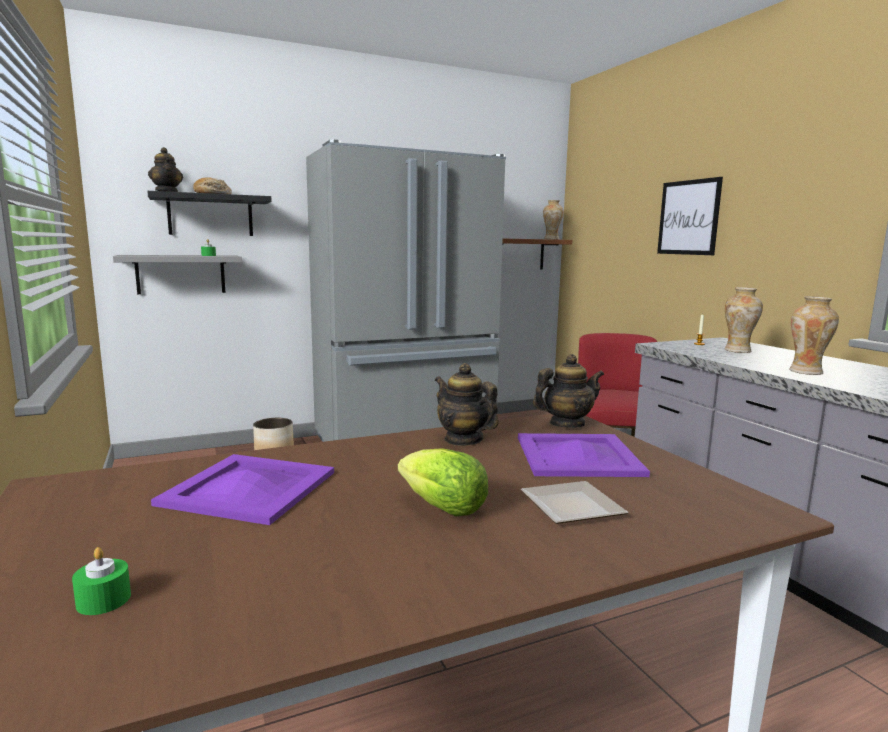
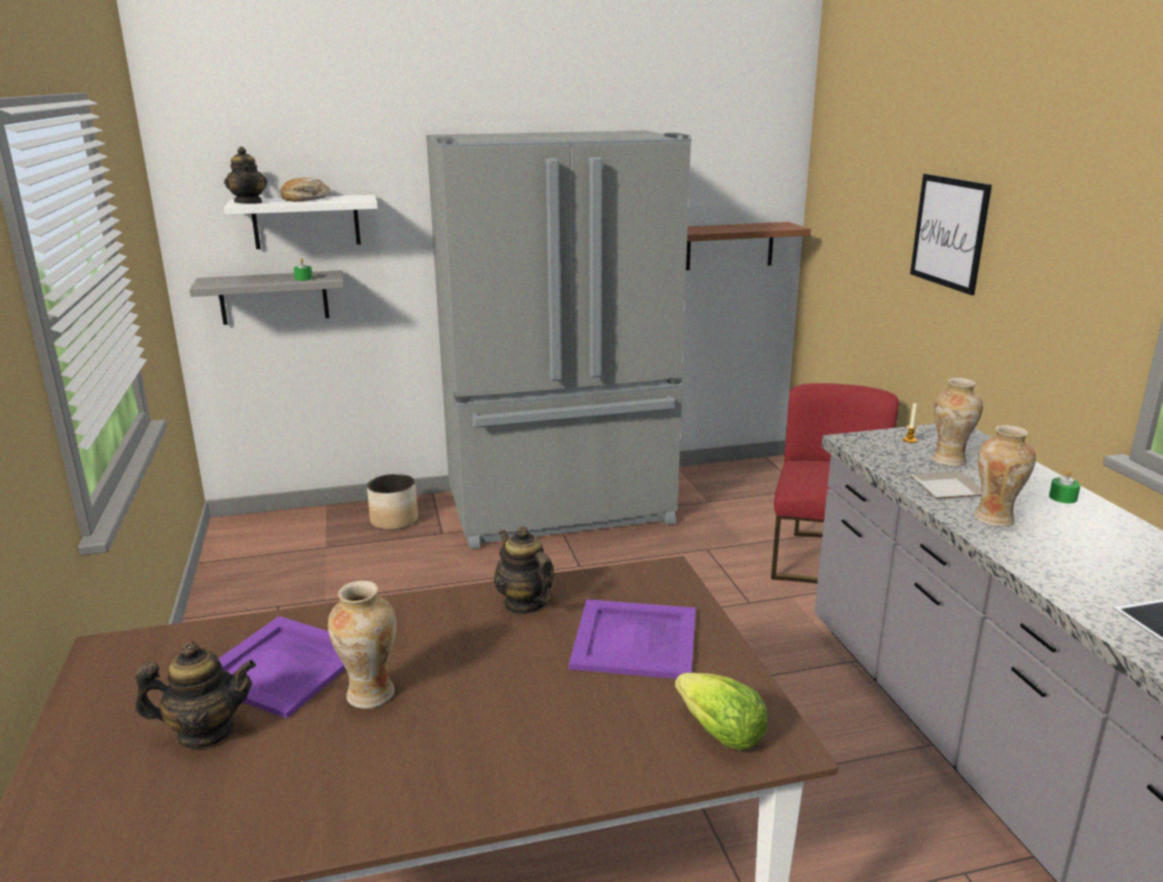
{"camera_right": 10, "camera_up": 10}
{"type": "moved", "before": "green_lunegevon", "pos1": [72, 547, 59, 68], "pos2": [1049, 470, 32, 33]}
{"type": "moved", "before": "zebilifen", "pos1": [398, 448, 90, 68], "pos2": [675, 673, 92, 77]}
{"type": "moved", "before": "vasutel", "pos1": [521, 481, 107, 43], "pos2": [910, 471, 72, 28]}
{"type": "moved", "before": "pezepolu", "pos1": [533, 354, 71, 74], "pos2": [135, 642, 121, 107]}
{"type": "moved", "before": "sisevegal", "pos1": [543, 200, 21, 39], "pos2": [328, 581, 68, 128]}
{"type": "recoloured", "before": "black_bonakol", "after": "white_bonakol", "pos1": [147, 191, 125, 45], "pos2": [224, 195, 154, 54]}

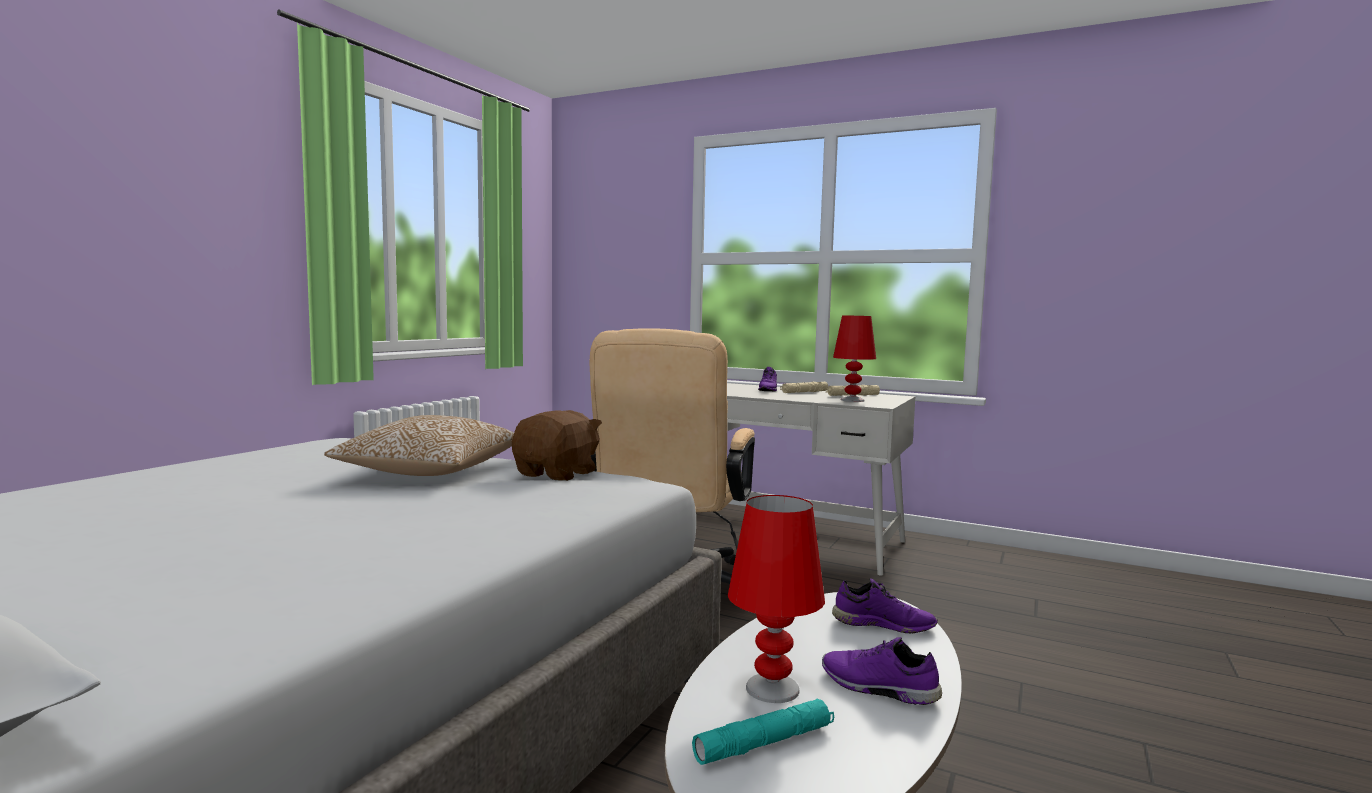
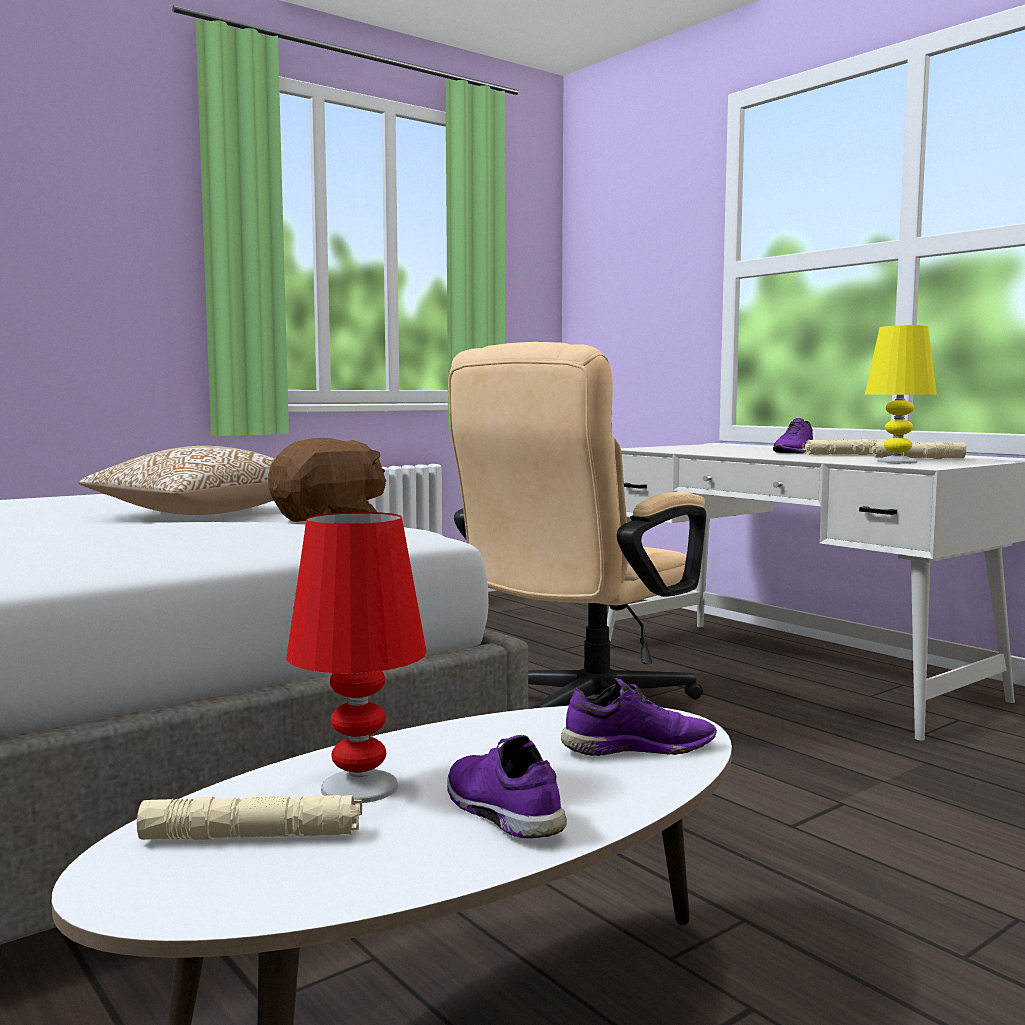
{"camera_right": 25, "camera_up": 0}
{"type": "recoloured", "before": "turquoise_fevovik", "after": "beige_fevovik", "pos1": [692, 698, 142, 67], "pos2": [137, 795, 225, 45]}
{"type": "recoloured", "before": "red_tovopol", "after": "yellow_tovopol", "pos1": [833, 315, 43, 87], "pos2": [865, 325, 72, 138]}
{"type": "turned", "before": "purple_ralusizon", "pos1": [832, 578, 106, 55], "pos2": [561, 678, 156, 78], "turn": -45}

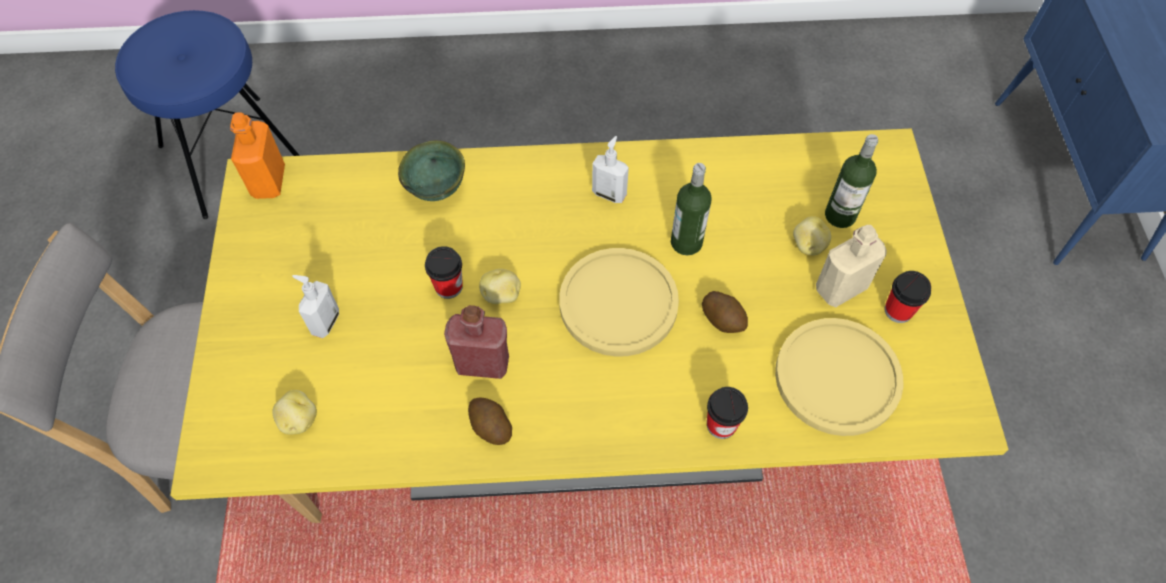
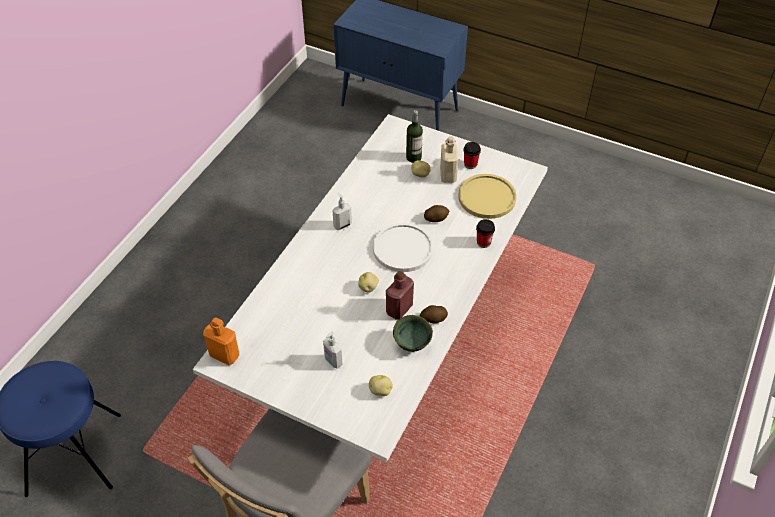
{"camera_right": -60, "camera_up": -10}
{"type": "removed", "before": "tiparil", "pos1": [425, 246, 38, 53]}
{"type": "removed", "before": "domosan", "pos1": [671, 163, 41, 92]}
{"type": "moved", "before": "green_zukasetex", "pos1": [398, 140, 67, 61], "pos2": [393, 315, 40, 37]}
{"type": "recoloured", "before": "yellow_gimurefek", "after": "white_gimurefek", "pos1": [170, 129, 839, 372], "pos2": [193, 114, 355, 348]}
{"type": "recoloured", "before": "yellow_vasutel", "after": "white_vasutel", "pos1": [559, 248, 120, 109], "pos2": [373, 223, 61, 49]}

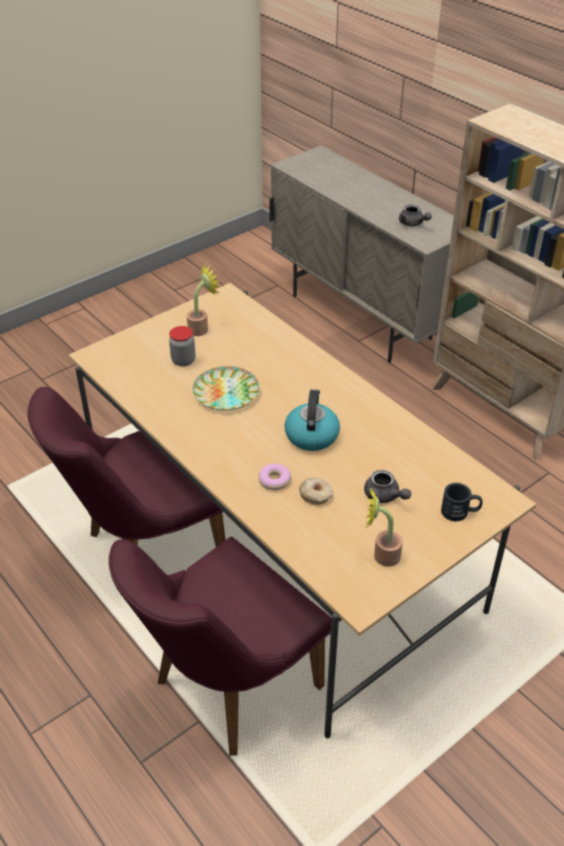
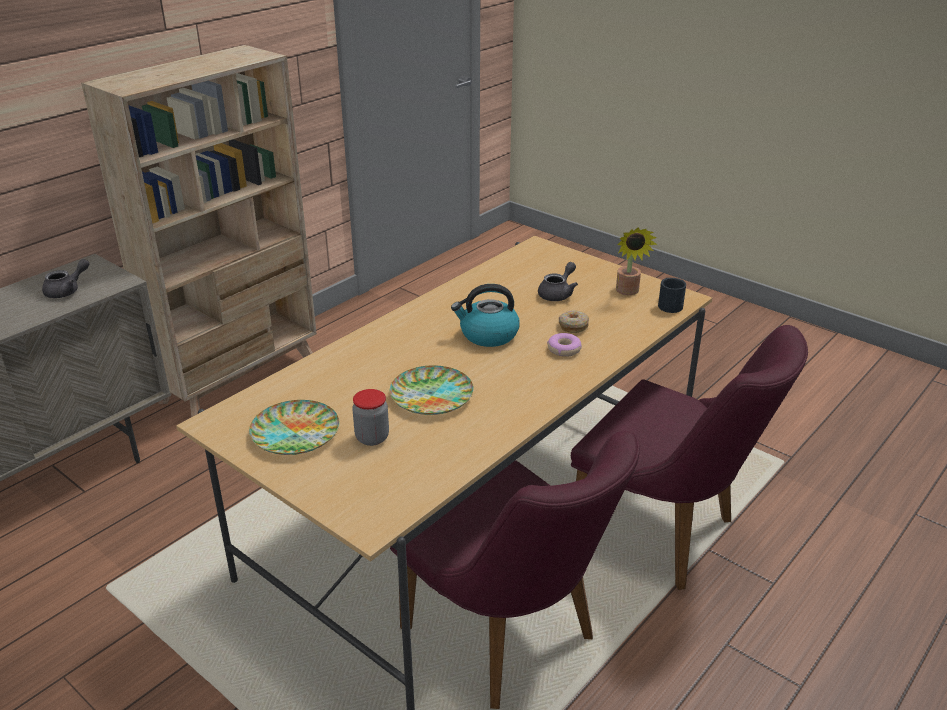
{"camera_right": -100, "camera_up": -10}
{"type": "moved", "before": "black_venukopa", "pos1": [441, 483, 42, 38], "pos2": [658, 278, 28, 35]}
{"type": "replaced", "before": "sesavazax", "after": "vasutel", "pos1": [187, 264, 33, 72], "pos2": [249, 400, 90, 55]}

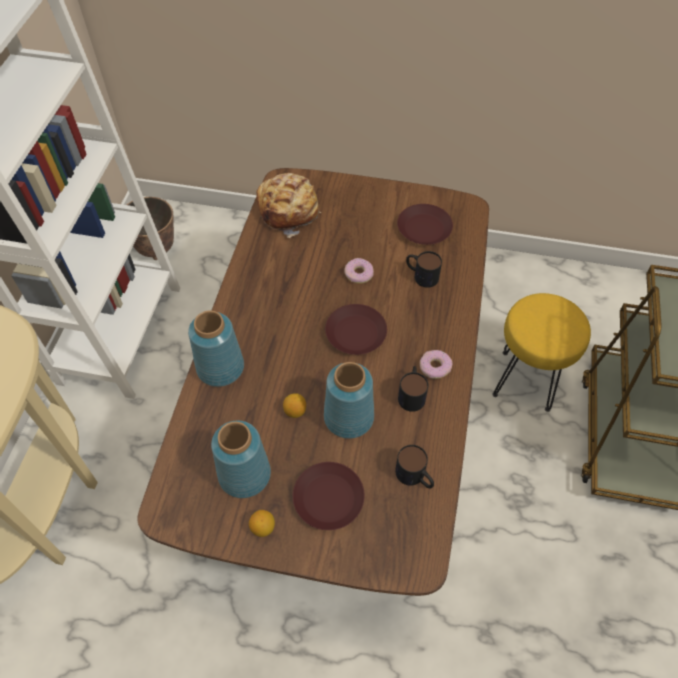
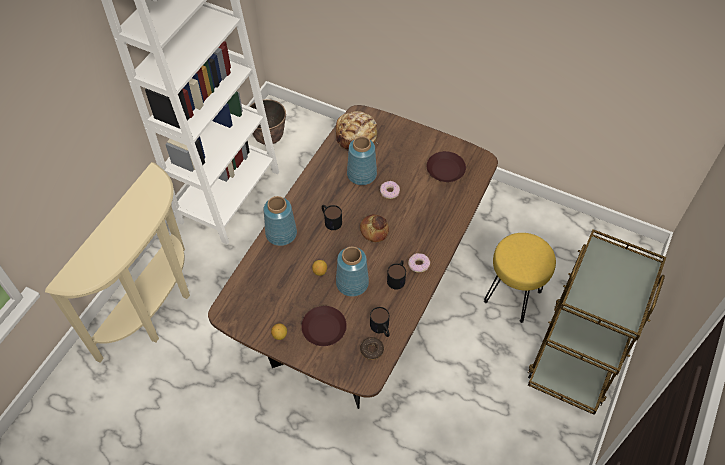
{"camera_right": 15, "camera_up": 0}
{"type": "added", "after": "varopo", "pos2": [360, 337, 24, 23]}
{"type": "moved", "before": "blue_sisevegal", "pos1": [211, 421, 60, 77], "pos2": [347, 136, 30, 49]}
{"type": "moved", "before": "venukopa", "pos1": [406, 251, 36, 37], "pos2": [322, 205, 20, 25]}
{"type": "replaced", "before": "brown_vasutel", "after": "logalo", "pos1": [325, 304, 62, 51], "pos2": [360, 214, 29, 28]}

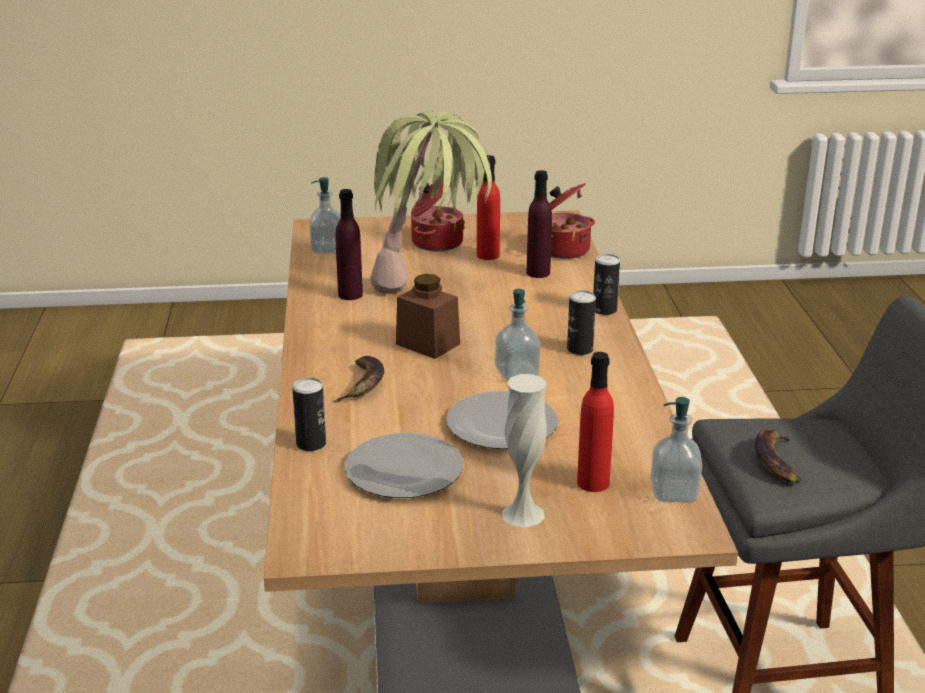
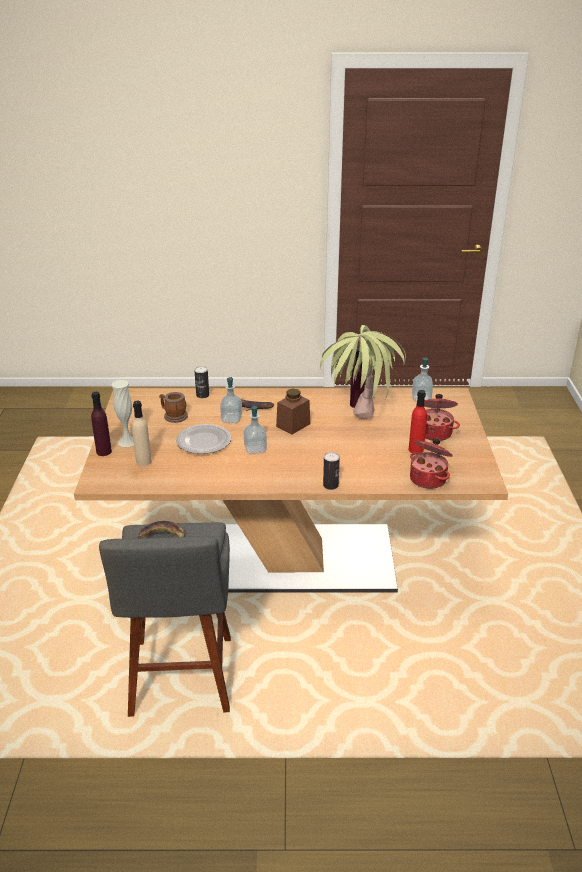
{"camera_right": 95, "camera_up": 5}
{"type": "removed", "before": "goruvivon", "pos1": [567, 290, 29, 65]}
{"type": "moved", "before": "purple_domosan", "pos1": [526, 170, 26, 108], "pos2": [91, 392, 21, 64]}
{"type": "moved", "before": "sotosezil", "pos1": [651, 397, 51, 105], "pos2": [220, 377, 22, 46]}
{"type": "replaced", "before": "vasutel", "after": "venukopa", "pos1": [345, 433, 118, 65], "pos2": [159, 392, 29, 31]}
{"type": "recoloured", "before": "red_domosan", "after": "beige_domosan", "pos1": [577, 352, 37, 140], "pos2": [132, 401, 20, 65]}

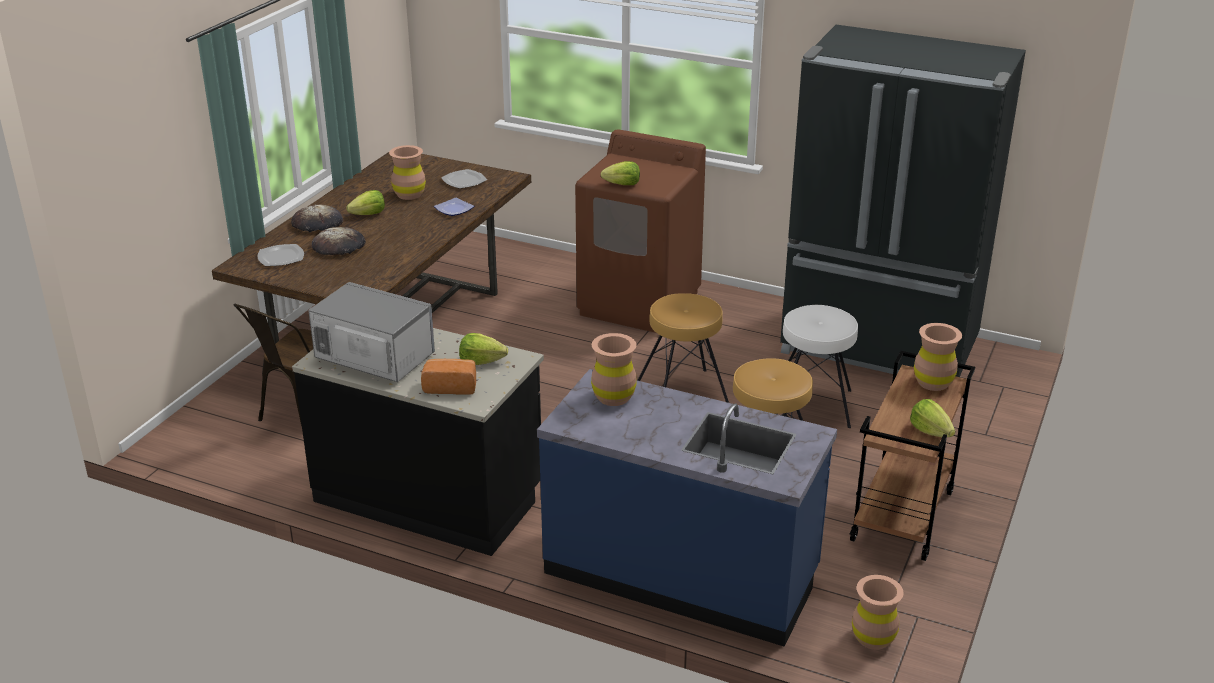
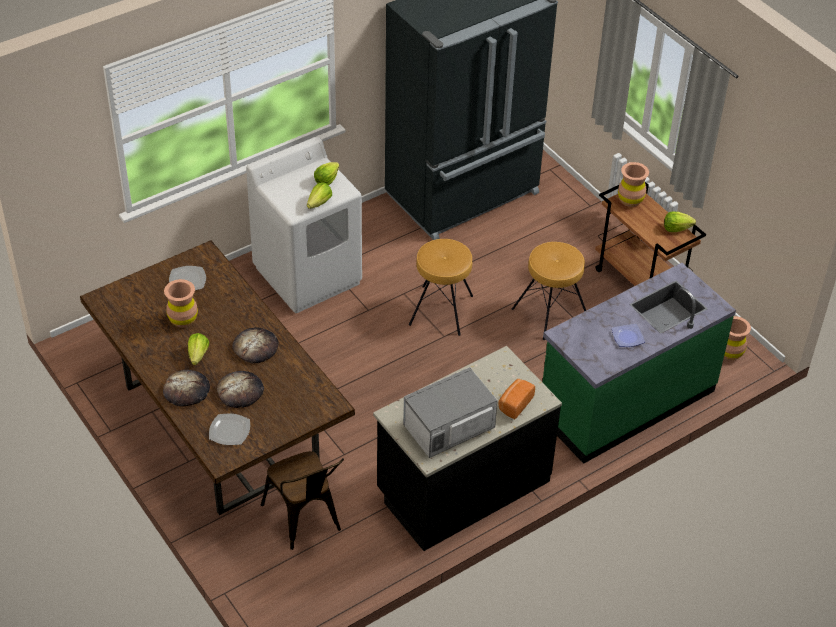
{"camera_right": -60, "camera_up": 15}
{"type": "removed", "before": "brown_sisevegal", "pos1": [591, 333, 46, 73]}
{"type": "removed", "before": "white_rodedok", "pos1": [777, 305, 81, 123]}
{"type": "added", "after": "logalo", "pos2": [232, 327, 46, 37]}
{"type": "moved", "before": "vasutel", "pos1": [434, 197, 40, 19], "pos2": [612, 324, 33, 23]}
{"type": "moved", "before": "zebilifen", "pos1": [459, 333, 49, 32], "pos2": [314, 162, 26, 23]}
{"type": "recoloured", "before": "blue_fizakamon", "after": "green_fizakamon", "pos1": [537, 369, 300, 278], "pos2": [542, 263, 194, 201]}
{"type": "recoloured", "before": "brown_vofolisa", "after": "white_vofolisa", "pos1": [575, 129, 131, 204], "pos2": [246, 137, 116, 176]}

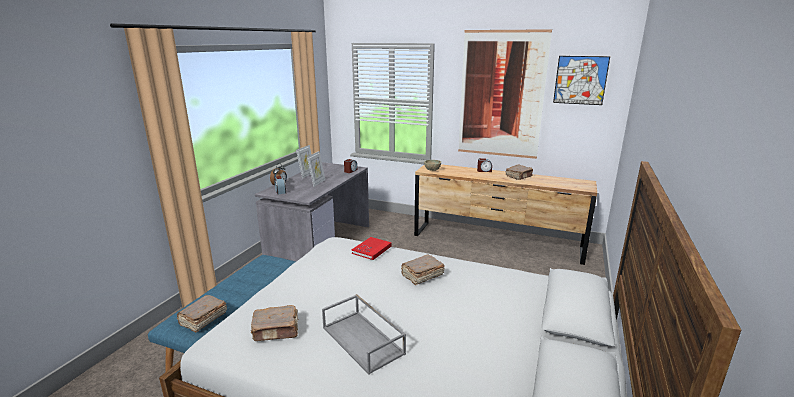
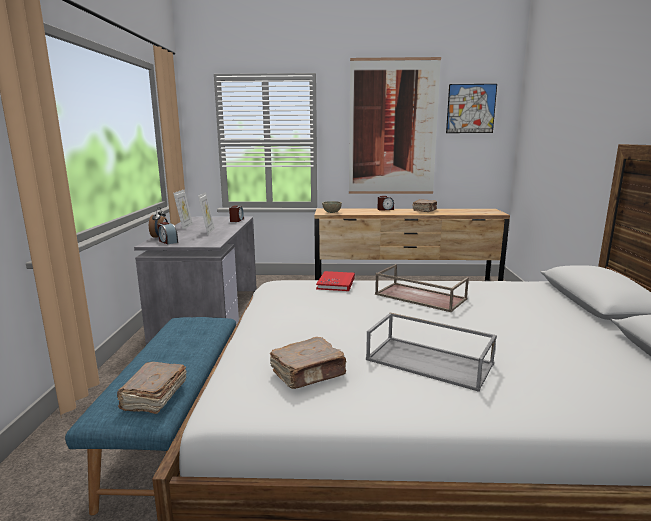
{"camera_right": -20, "camera_up": -5}
{"type": "replaced", "before": "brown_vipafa", "after": "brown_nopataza", "pos1": [401, 254, 43, 31], "pos2": [375, 264, 94, 48]}

